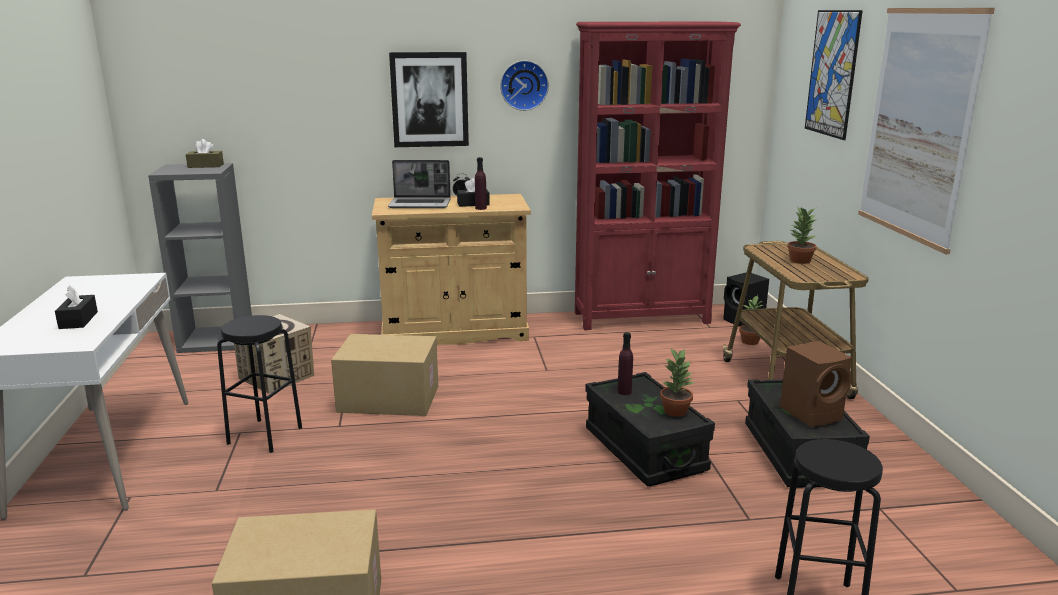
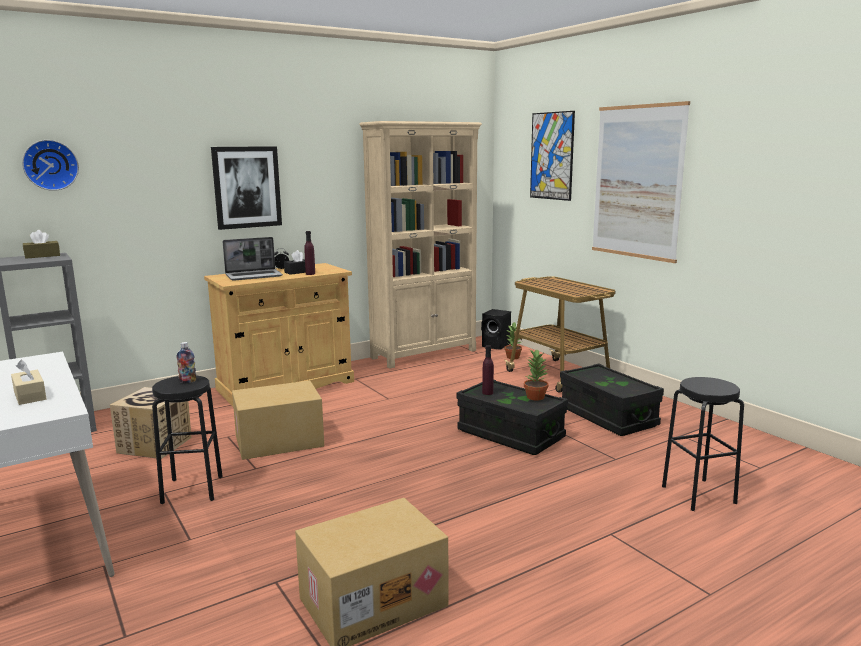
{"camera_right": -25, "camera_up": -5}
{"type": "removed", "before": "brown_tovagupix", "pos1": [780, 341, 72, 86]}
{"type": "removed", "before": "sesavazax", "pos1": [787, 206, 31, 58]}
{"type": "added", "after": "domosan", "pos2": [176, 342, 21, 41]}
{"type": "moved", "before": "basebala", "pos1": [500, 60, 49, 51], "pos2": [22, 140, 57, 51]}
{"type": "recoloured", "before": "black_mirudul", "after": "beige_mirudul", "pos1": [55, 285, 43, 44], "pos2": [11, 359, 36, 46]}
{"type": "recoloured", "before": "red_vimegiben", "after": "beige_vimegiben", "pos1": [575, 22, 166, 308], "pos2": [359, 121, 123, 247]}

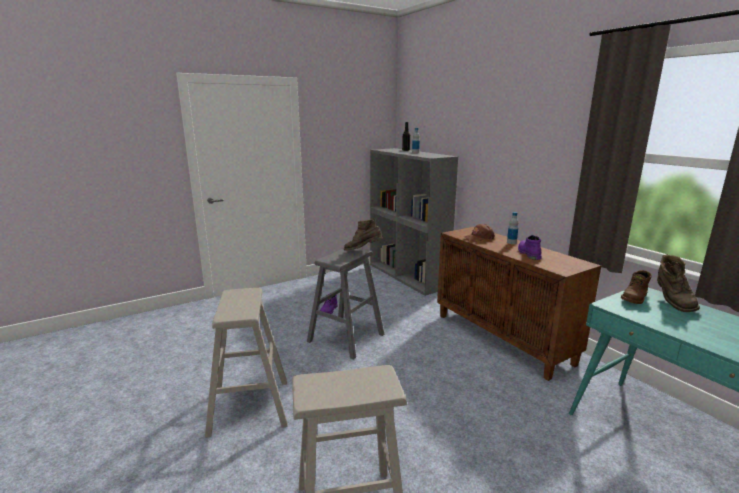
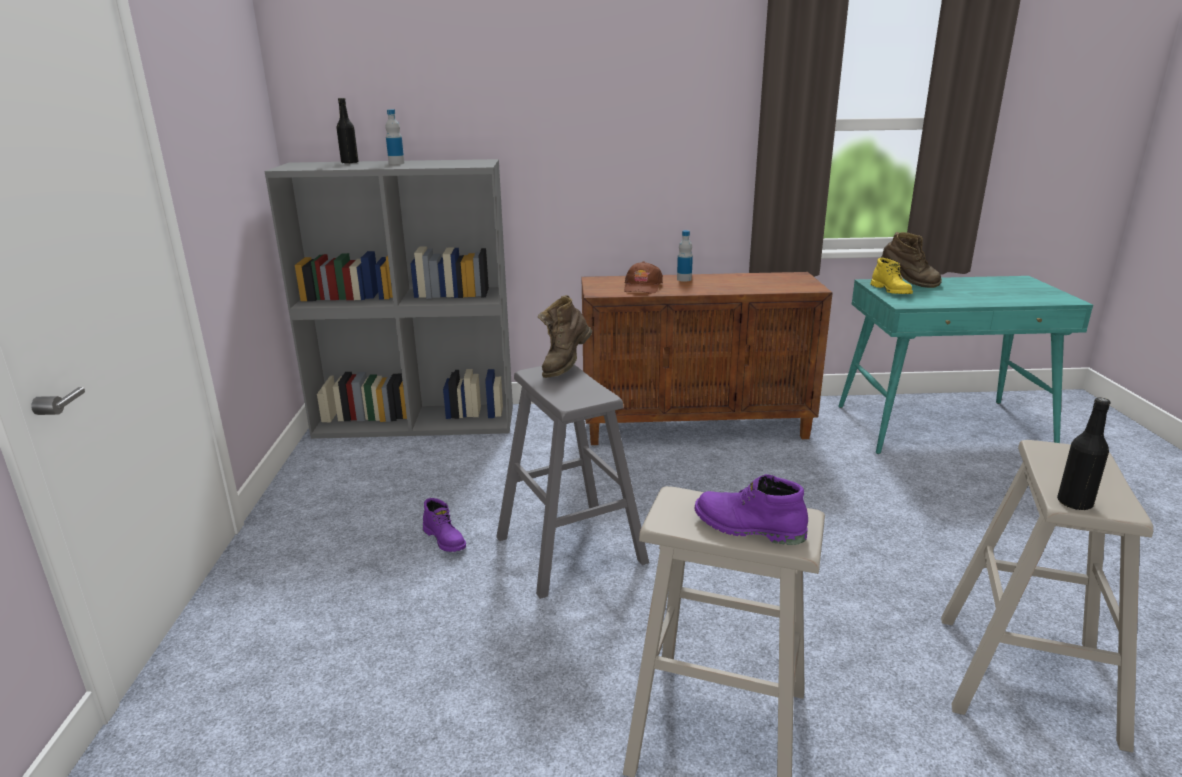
{"camera_right": -60, "camera_up": 5}
{"type": "added", "after": "black_domosan", "pos2": [1057, 398, 54, 112]}
{"type": "moved", "before": "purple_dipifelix", "pos1": [518, 235, 23, 25], "pos2": [695, 474, 113, 71]}
{"type": "recoloured", "before": "brown_dipifelix", "after": "yellow_dipifelix", "pos1": [621, 270, 31, 34], "pos2": [870, 258, 43, 36]}

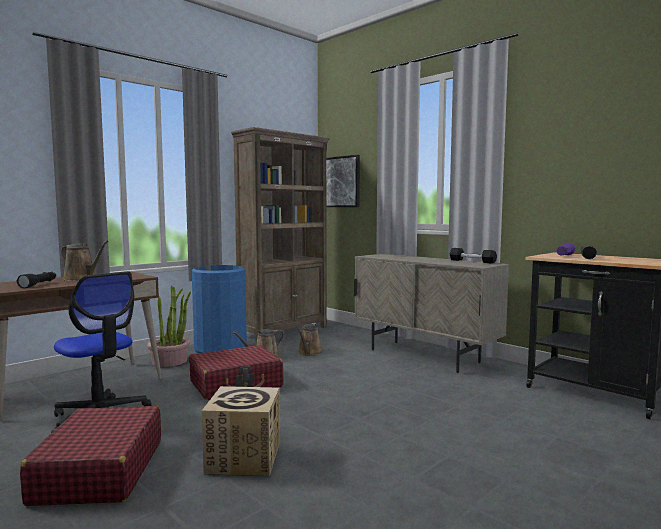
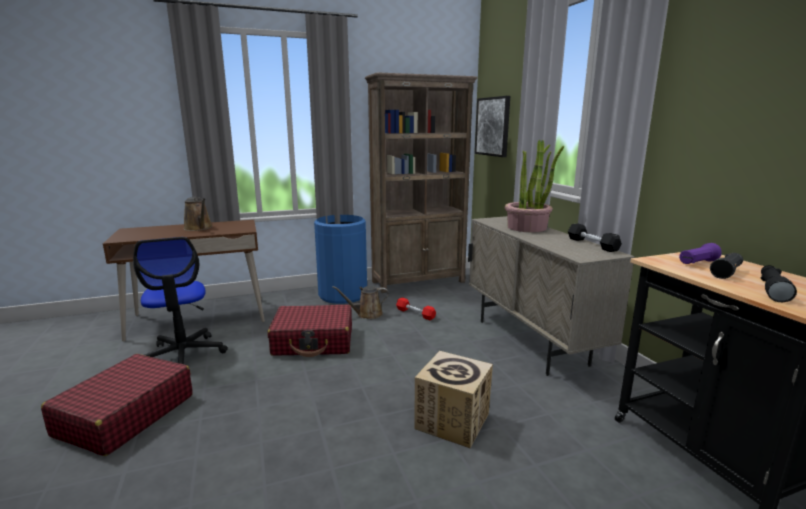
{"camera_right": 25, "camera_up": 10}
{"type": "moved", "before": "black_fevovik", "pos1": [17, 272, 39, 16], "pos2": [761, 265, 36, 37]}
{"type": "moved", "before": "sesavazax", "pos1": [147, 286, 44, 81], "pos2": [505, 140, 59, 92]}
{"type": "moved", "before": "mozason", "pos1": [202, 386, 78, 91], "pos2": [414, 351, 79, 97]}
{"type": "replaced", "before": "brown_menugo", "after": "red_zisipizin", "pos1": [297, 323, 26, 32], "pos2": [396, 298, 40, 22]}

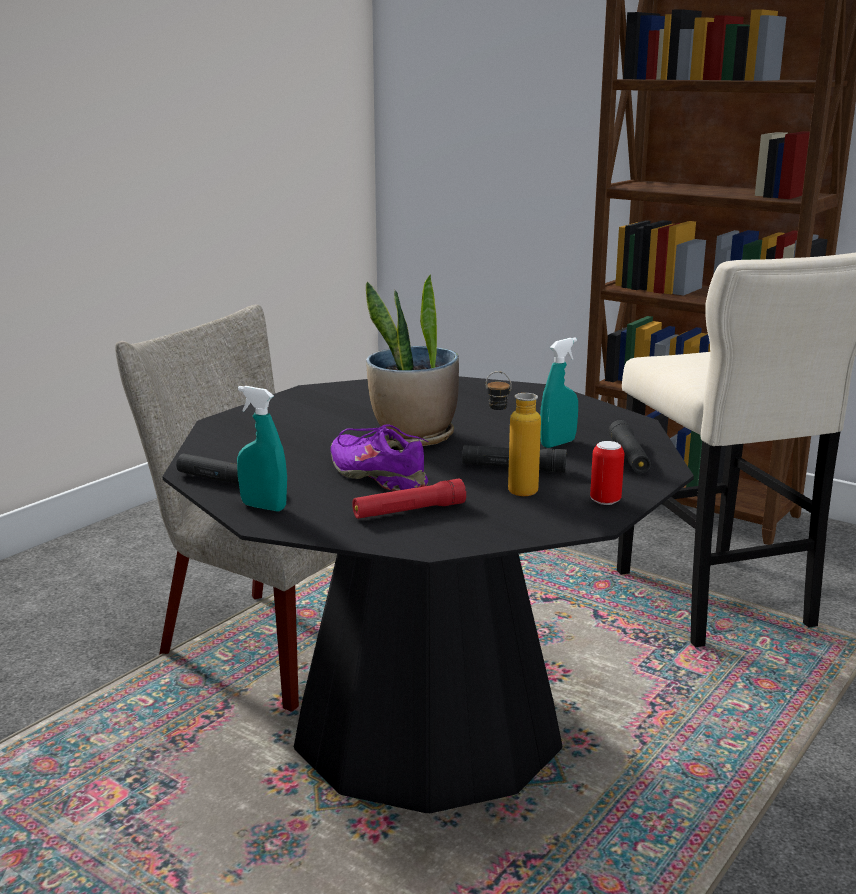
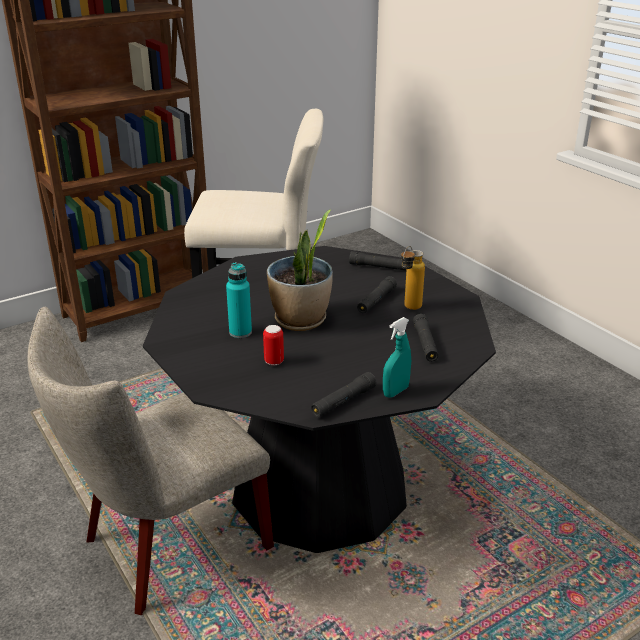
{"camera_right": -70, "camera_up": 10}
{"type": "removed", "before": "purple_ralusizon", "pos1": [331, 424, 98, 67]}
{"type": "removed", "before": "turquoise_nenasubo", "pos1": [540, 338, 38, 110]}
{"type": "added", "after": "turquoise_domosan", "pos2": [226, 262, 26, 76]}
{"type": "moved", "before": "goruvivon", "pos1": [590, 441, 34, 64], "pos2": [263, 325, 21, 40]}
{"type": "recoloured", "before": "red_fevovik", "after": "black_fevovik", "pos1": [352, 479, 114, 40], "pos2": [413, 314, 26, 48]}

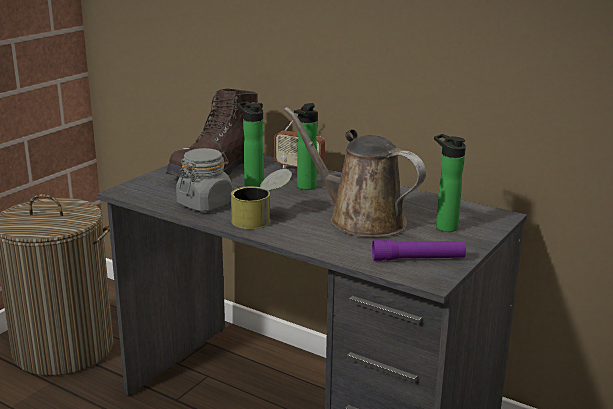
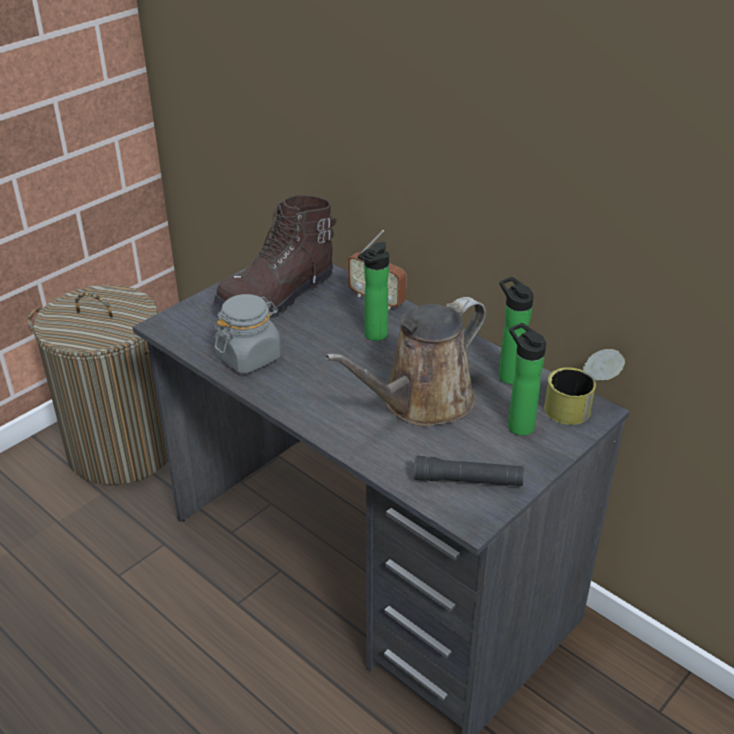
{"camera_right": 10, "camera_up": 15}
{"type": "moved", "before": "goruvivon", "pos1": [231, 169, 61, 60], "pos2": [544, 349, 81, 76]}
{"type": "moved", "before": "domosan", "pos1": [237, 101, 27, 86], "pos2": [499, 277, 35, 107]}
{"type": "recoloured", "before": "purple_fevovik", "after": "black_fevovik", "pos1": [372, 240, 94, 21], "pos2": [414, 456, 110, 30]}
{"type": "turned", "before": "brown_menugo", "pos1": [284, 107, 142, 130], "pos2": [325, 297, 161, 129], "turn": -90}

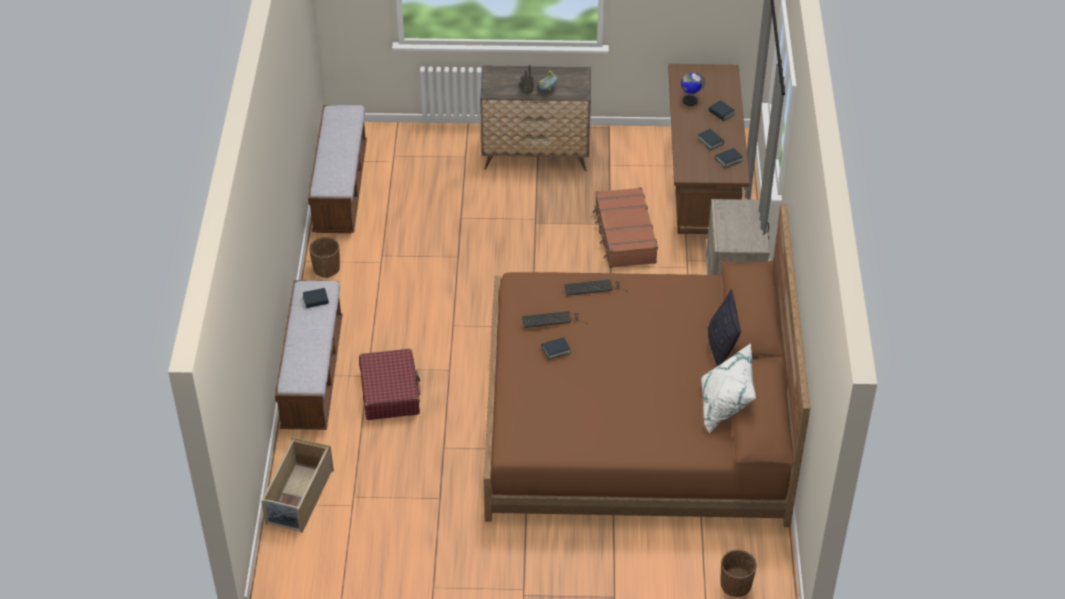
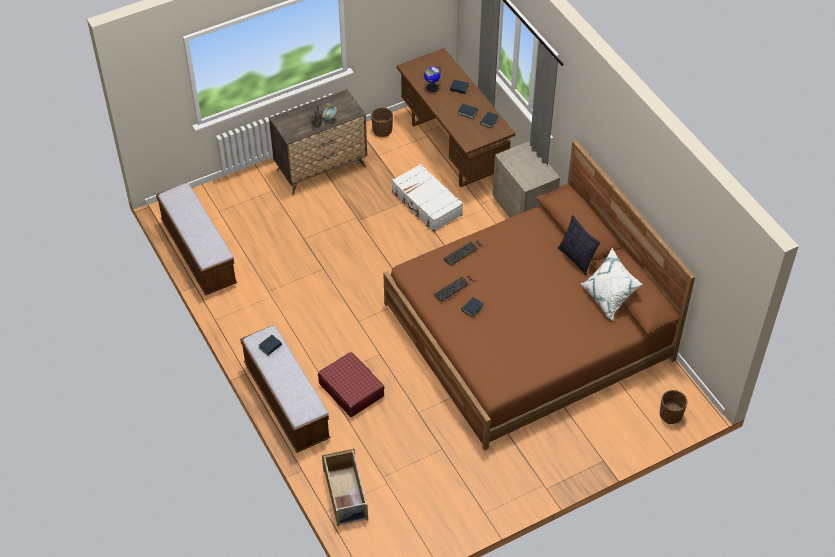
{"camera_right": -30, "camera_up": 5}
{"type": "moved", "before": "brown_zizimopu", "pos1": [309, 237, 31, 41], "pos2": [371, 107, 22, 30]}
{"type": "recoloured", "before": "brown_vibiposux", "after": "white_vibiposux", "pos1": [593, 187, 65, 81], "pos2": [392, 164, 71, 68]}

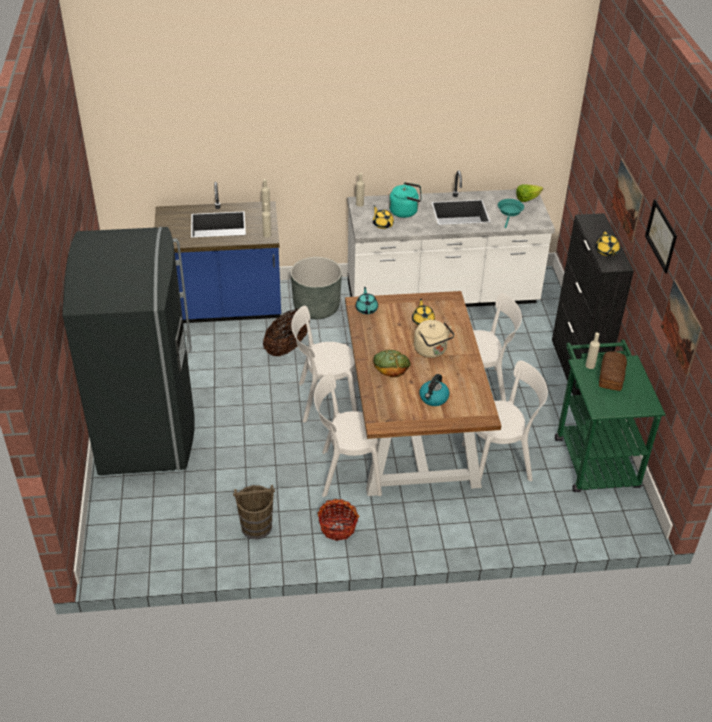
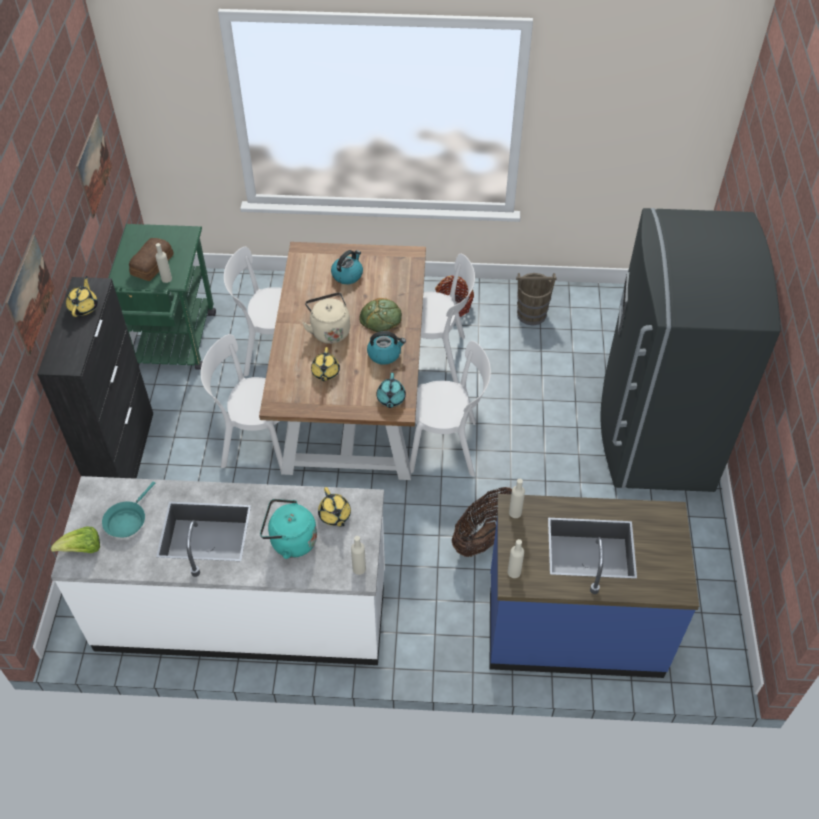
{"camera_right": -170, "camera_up": 10}
{"type": "removed", "before": "grey_zizimopu", "pos1": [291, 257, 51, 62]}
{"type": "removed", "before": "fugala", "pos1": [645, 199, 32, 74]}
{"type": "added", "after": "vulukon", "pos2": [367, 331, 39, 34]}

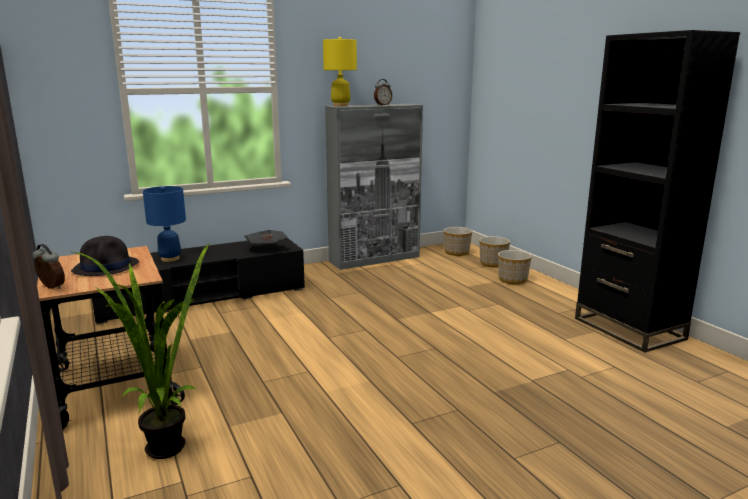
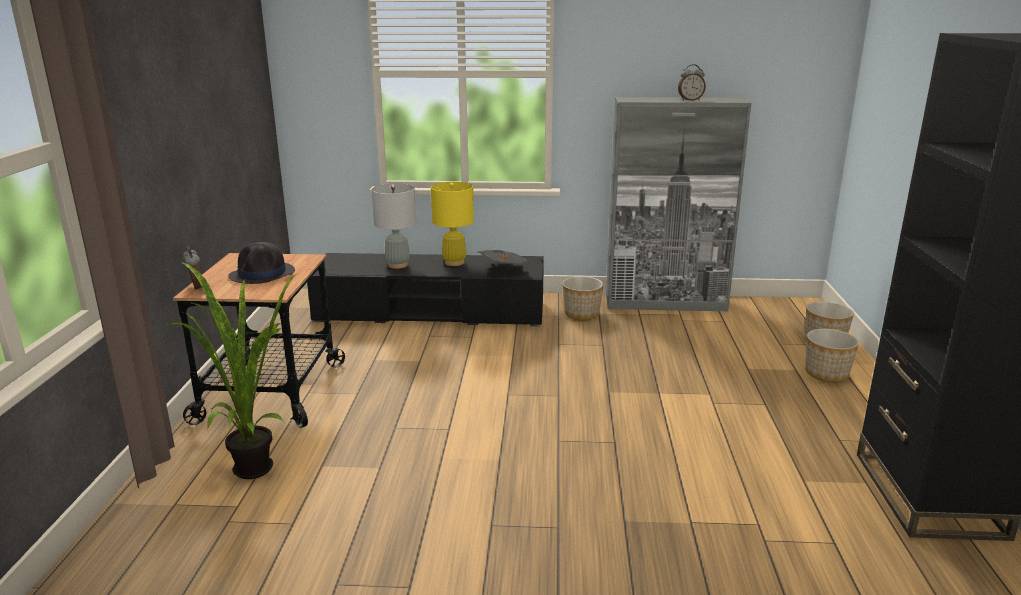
{"camera_right": 30, "camera_up": 5}
{"type": "moved", "before": "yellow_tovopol", "pos1": [323, 37, 34, 69], "pos2": [431, 182, 43, 84]}
{"type": "moved", "before": "zizimopu", "pos1": [444, 227, 28, 29], "pos2": [562, 276, 41, 44]}
{"type": "recoloured", "before": "blue_tovopol", "after": "grey_tovopol", "pos1": [143, 186, 43, 76], "pos2": [372, 183, 44, 86]}

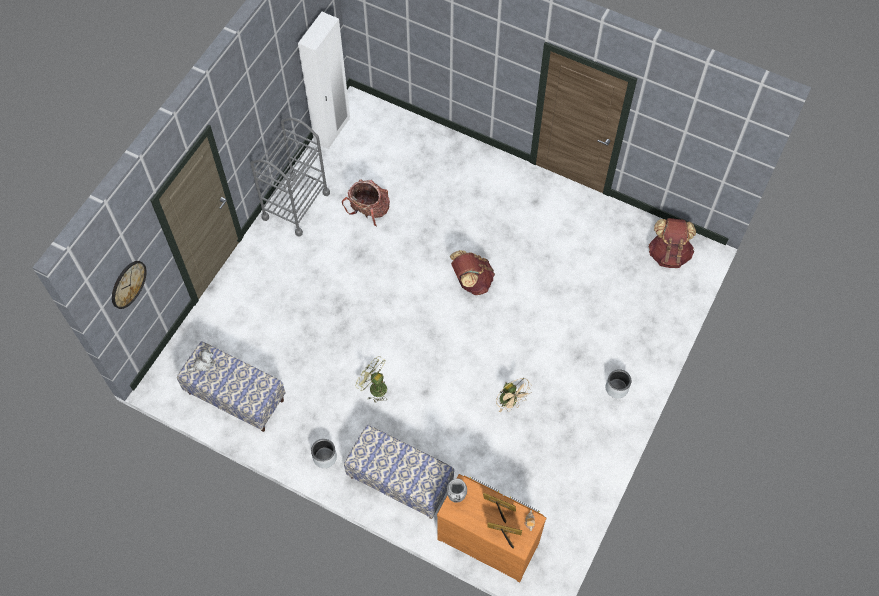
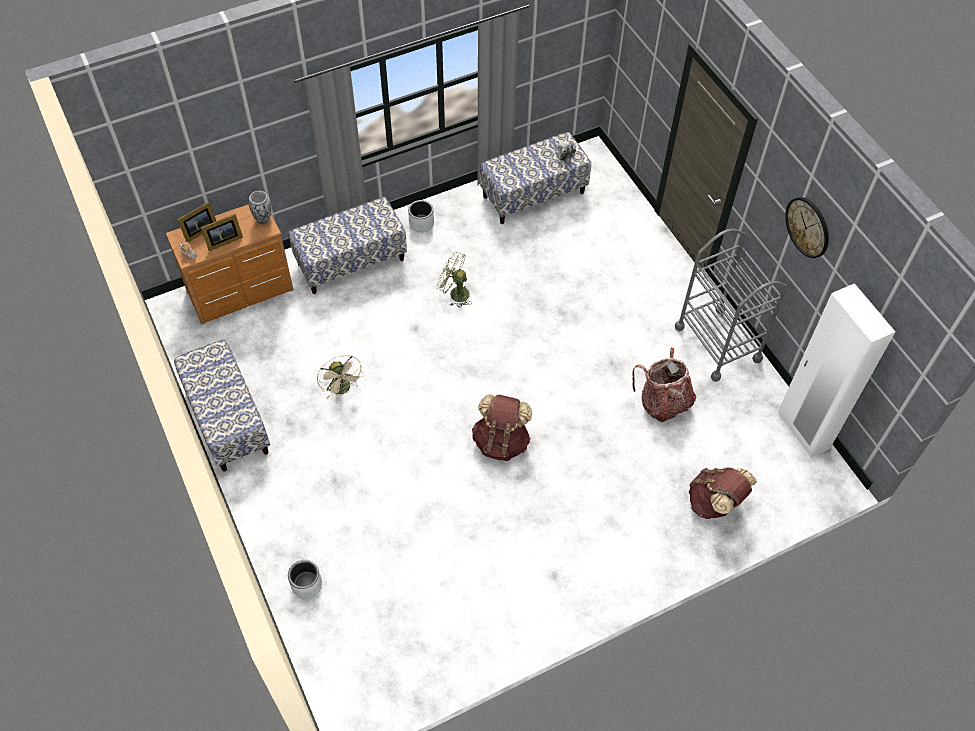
{"camera_right": 125, "camera_up": -5}
{"type": "added", "after": "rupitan", "pos2": [174, 339, 96, 133]}
{"type": "moved", "before": "basebala", "pos1": [112, 261, 35, 48], "pos2": [785, 197, 44, 61]}
{"type": "moved", "before": "grey_zizimopu", "pos1": [606, 369, 25, 29], "pos2": [288, 560, 34, 39]}
{"type": "moved", "before": "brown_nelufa", "pos1": [648, 218, 48, 50], "pos2": [689, 467, 68, 52]}
{"type": "turned", "before": "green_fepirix", "pos1": [356, 357, 31, 46], "pos2": [436, 252, 36, 56], "turn": -135}
{"type": "turned", "before": "beige_fepirix", "pos1": [496, 378, 36, 35], "pos2": [317, 355, 47, 44], "turn": -120}

